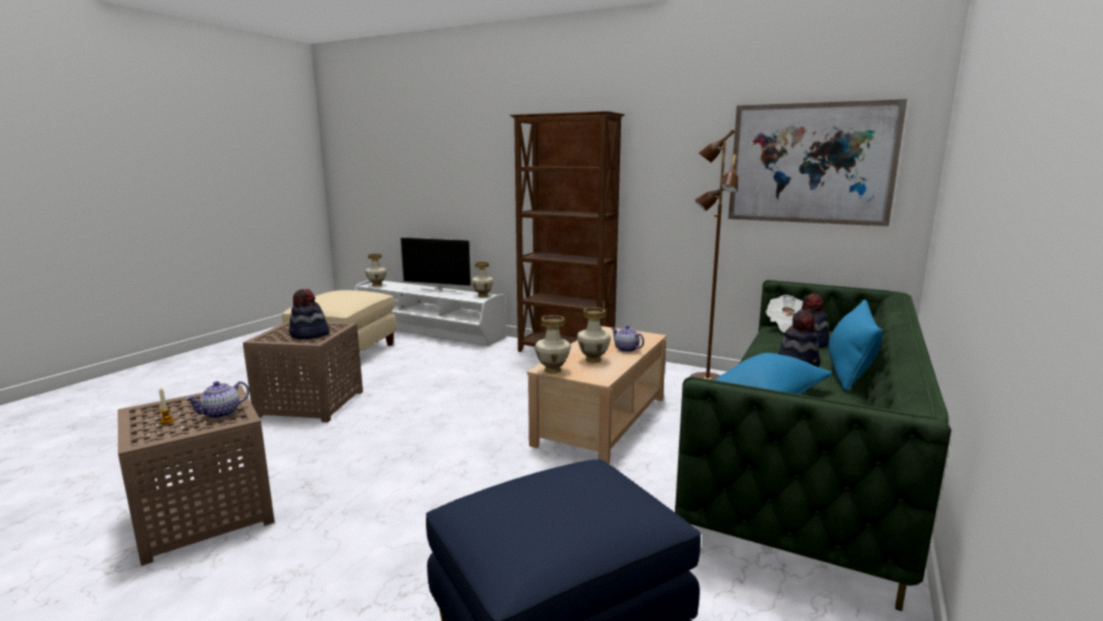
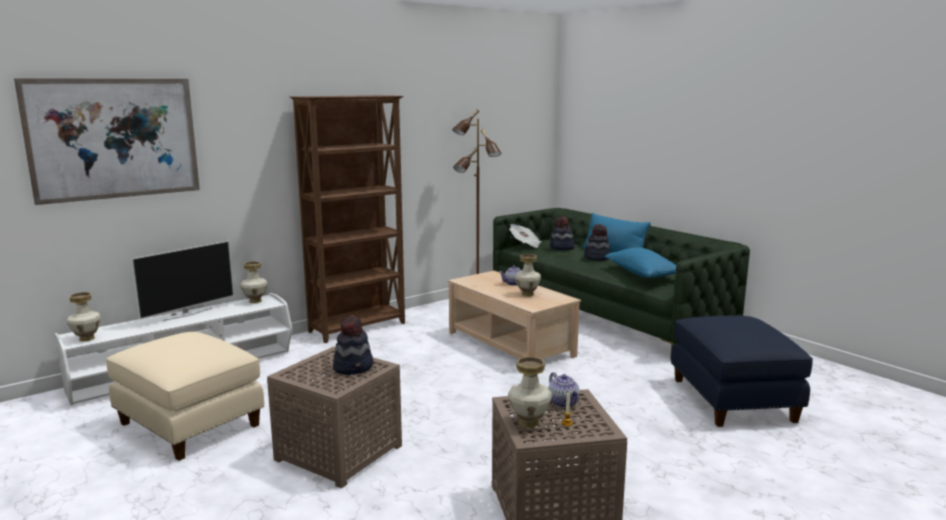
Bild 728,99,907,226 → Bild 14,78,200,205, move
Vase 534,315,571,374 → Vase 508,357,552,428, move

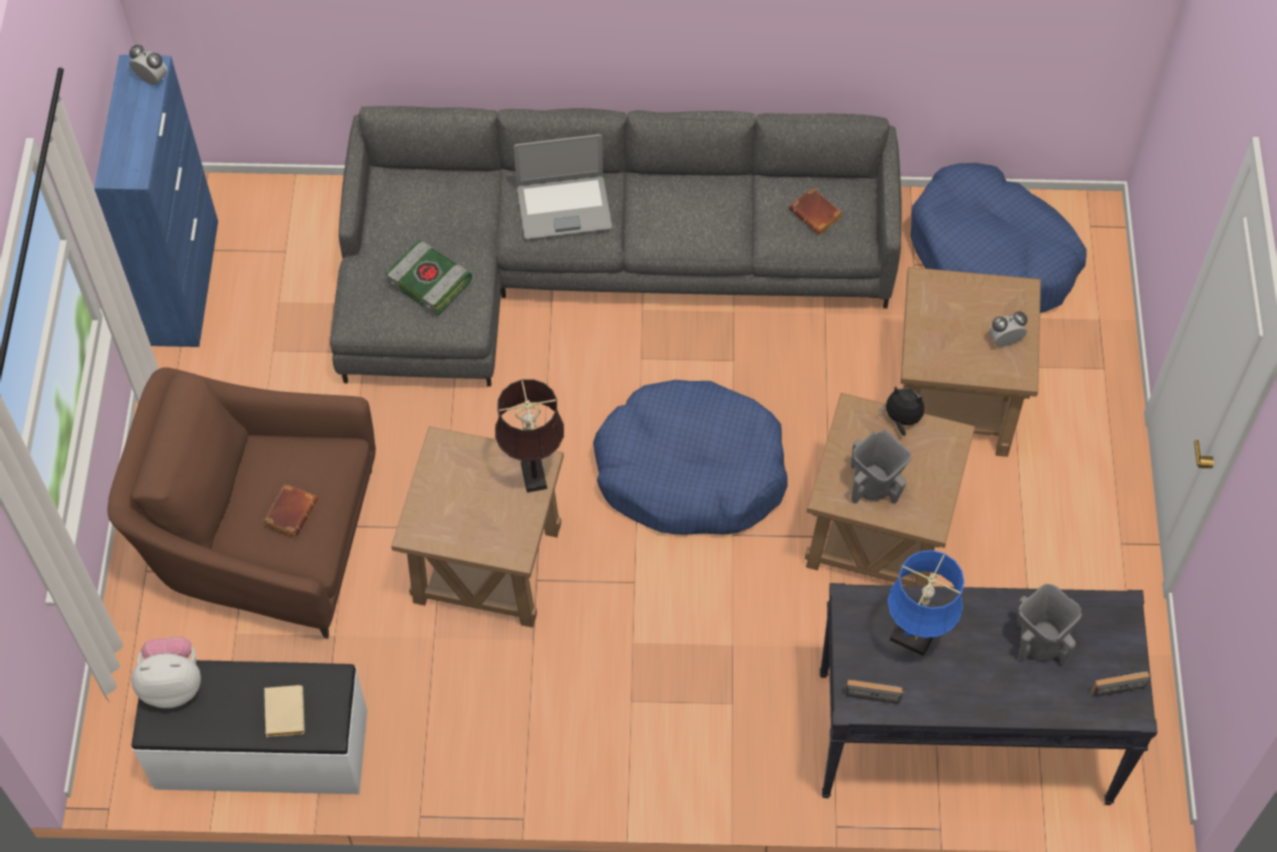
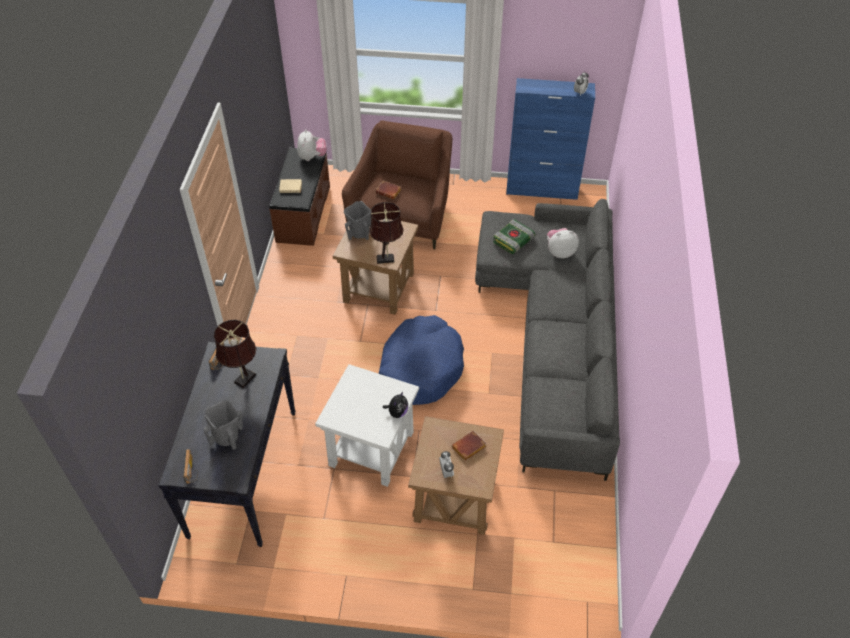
Tischlampe [blau] 888,550,964,657 → Tischlampe [braun] 213,320,256,388
Bank [weiß] 132,660,367,794 → Bank [braun] 269,148,330,246
Beistelltisch [braun] 805,393,975,586 → Beistelltisch [weiß] 315,364,419,487
Vase [grau] 851,430,911,504 → Vase [grau] 344,201,371,240, move
Buch [braun] 789,187,843,235 → Buch [braun] 452,431,486,461, move
- → Plüschtier 547,228,579,258
Laptop 514,134,612,239 → -
Hundebett [blau] 910,163,1087,313 → -

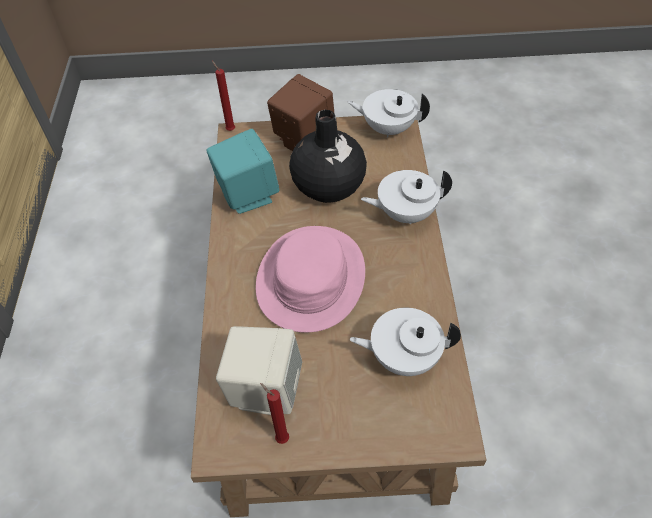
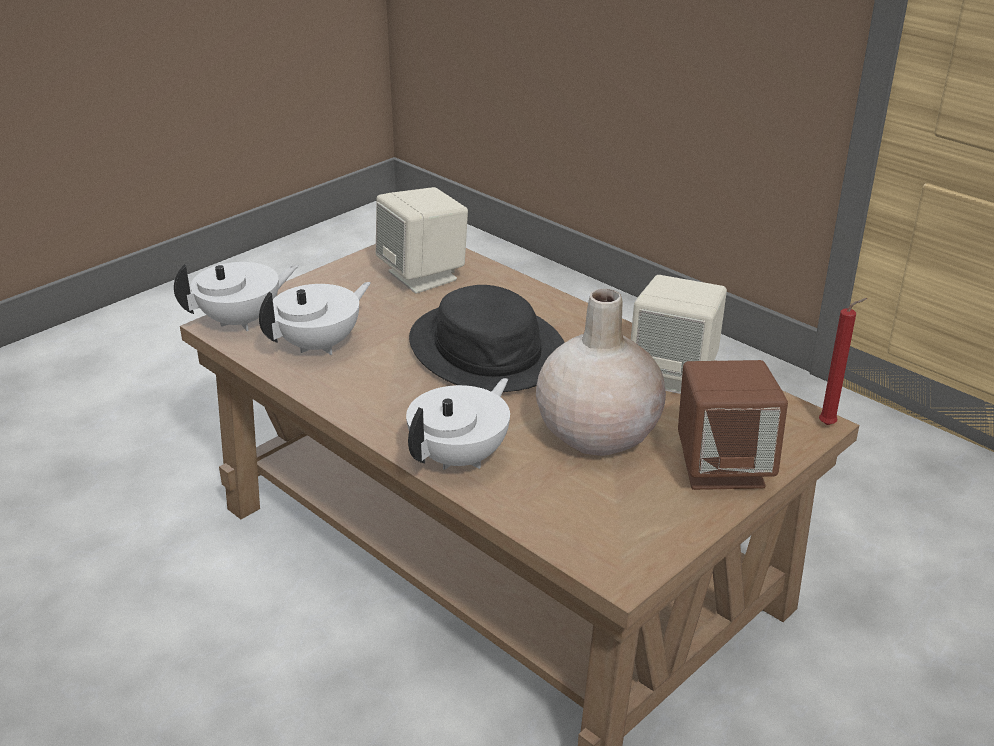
Teekanne [weiß] 348,89,430,138 → Teekanne [weiß] 174,262,298,331, move
Hut [rosa] 256,226,365,333 → Hut [schwarz] 409,285,565,392
Vase [schwarz] 289,110,367,203 → Vase [beige] 536,289,666,456
Lautsprecher [türkis] 206,129,279,214 → Lautsprecher [beige] 631,275,727,394
Kerze [rot] 260,383,289,444 → -

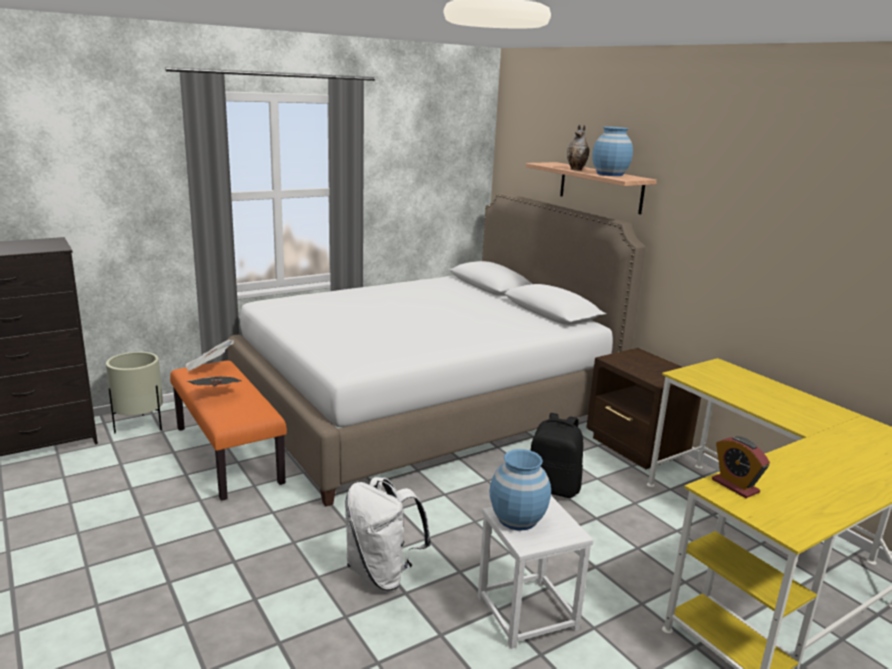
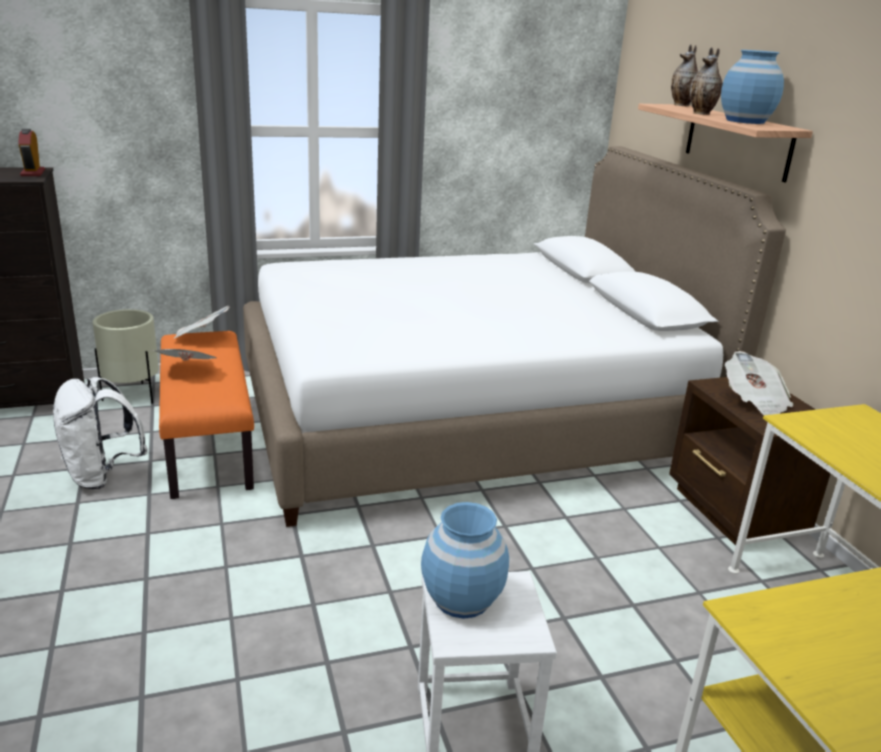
Wecker 712,436,770,498 → Wecker 19,129,45,176, move
Rucksack [weiß] 345,477,431,590 → Rucksack [weiß] 53,377,148,489, move
- → Vase 671,45,698,106
- → Zeitung 725,351,793,415
Rucksack [schwarz] 531,413,583,498 → -

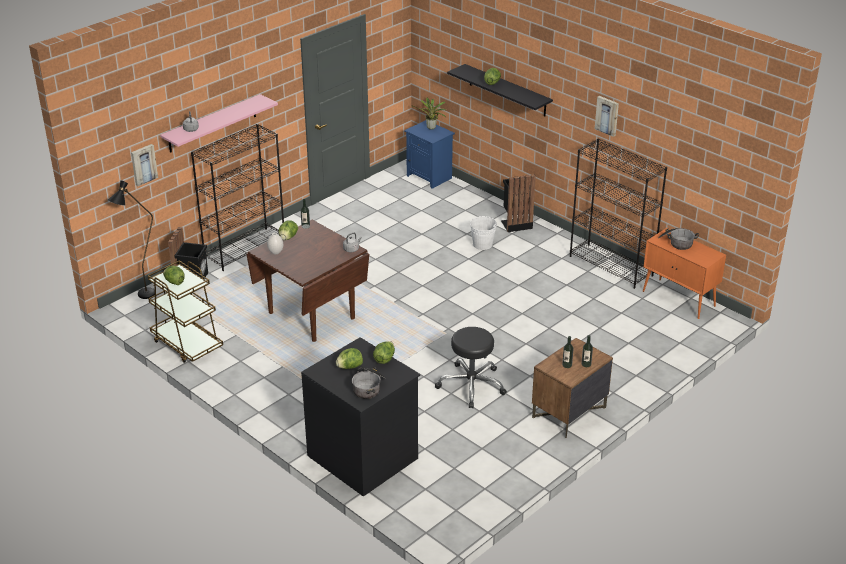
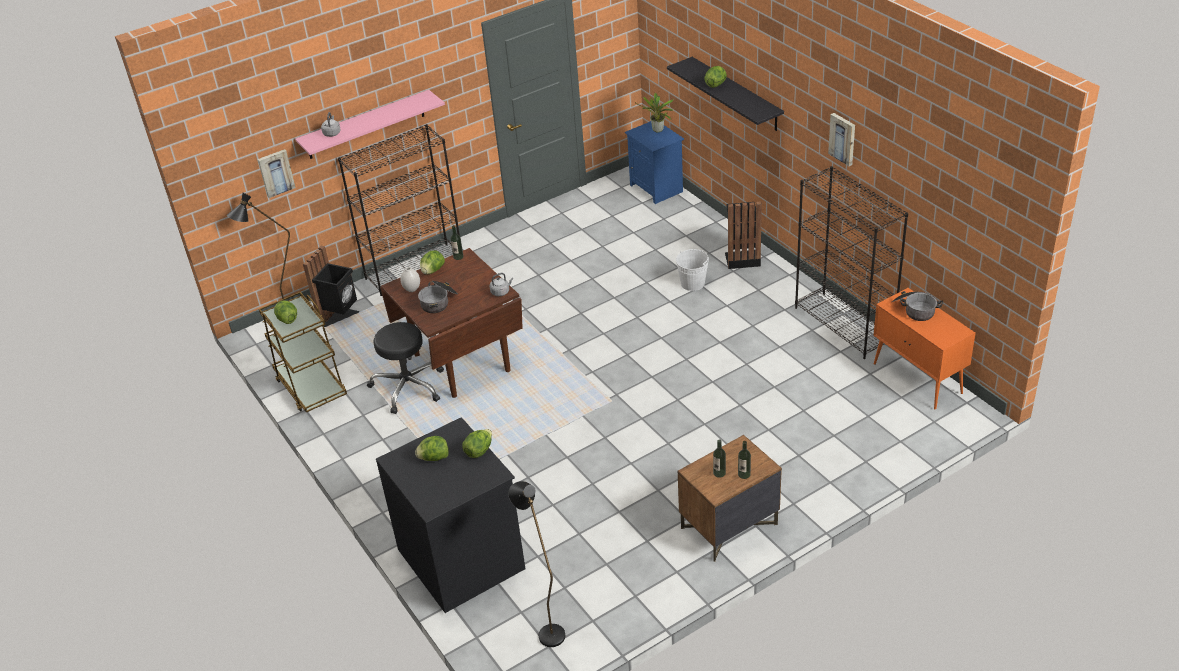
Hocker [schwarz] 435,327,507,408 → Hocker [schwarz] 367,322,444,414, move
Kochtopf 352,367,385,399 → Kochtopf 418,281,458,313, move
- → Stehlampe [schwarz] 508,481,565,647

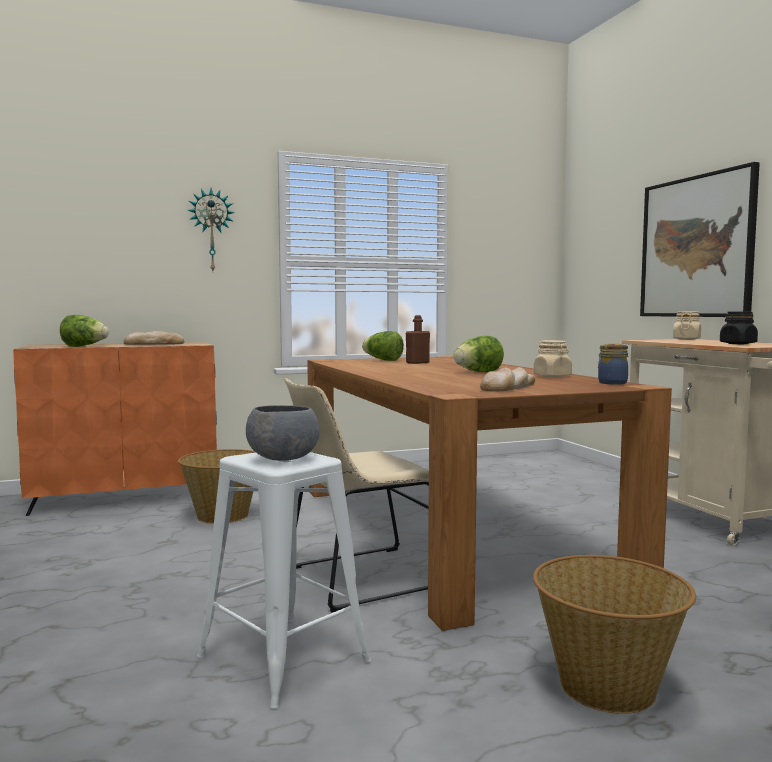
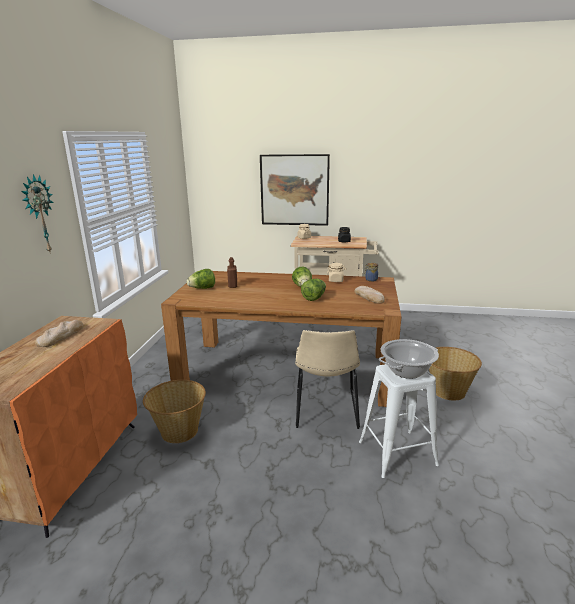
Salatkopf 60,315,109,347 → Salatkopf 301,279,326,301, move
Schüssel [grau] 246,405,319,460 → Kochtopf 379,339,439,379

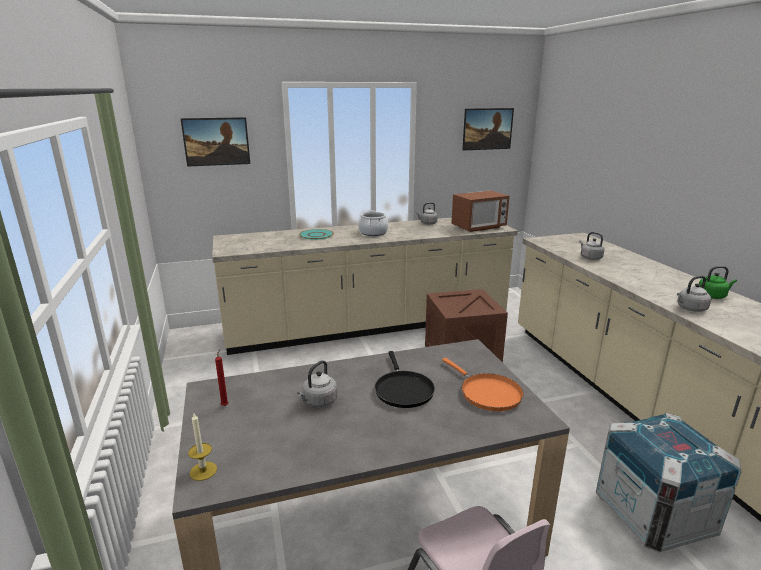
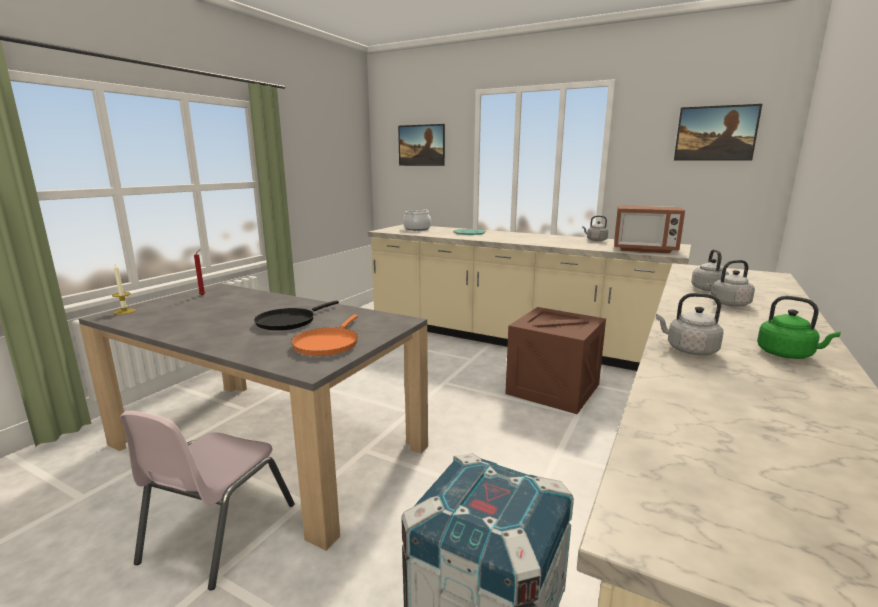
Kochtopf 358,210,388,236 → Kochtopf 403,210,431,231, move
Wasserkessel [grau] 297,360,338,407 → Wasserkessel [grau] 706,260,755,307, move

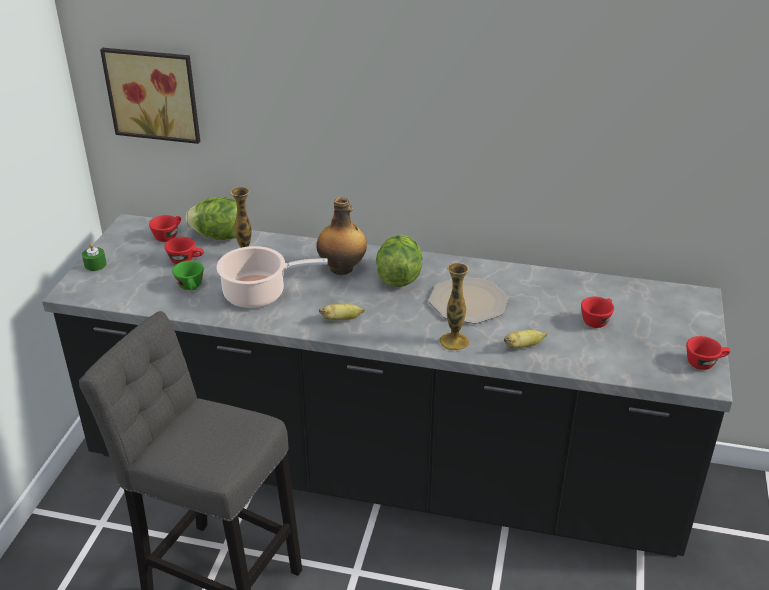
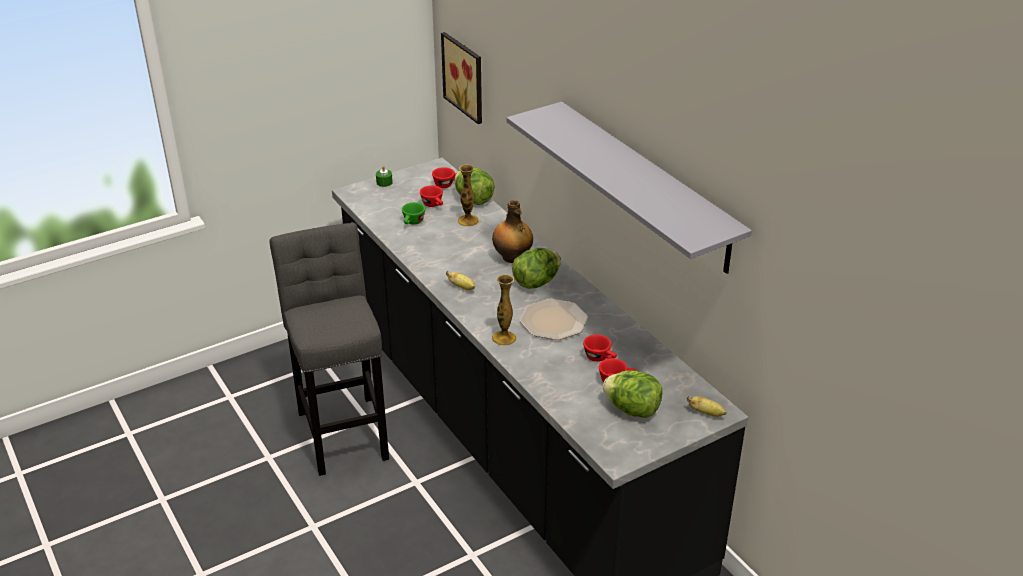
- → Wandregal [grau] 507,102,752,274
Tasse [rot] 686,336,730,370 → Tasse [rot] 583,334,617,362, move
- → Salatkopf 603,370,663,418
Banane 504,330,547,349 → Banane 687,396,726,417, move
Kochtopf 217,246,328,308 → -

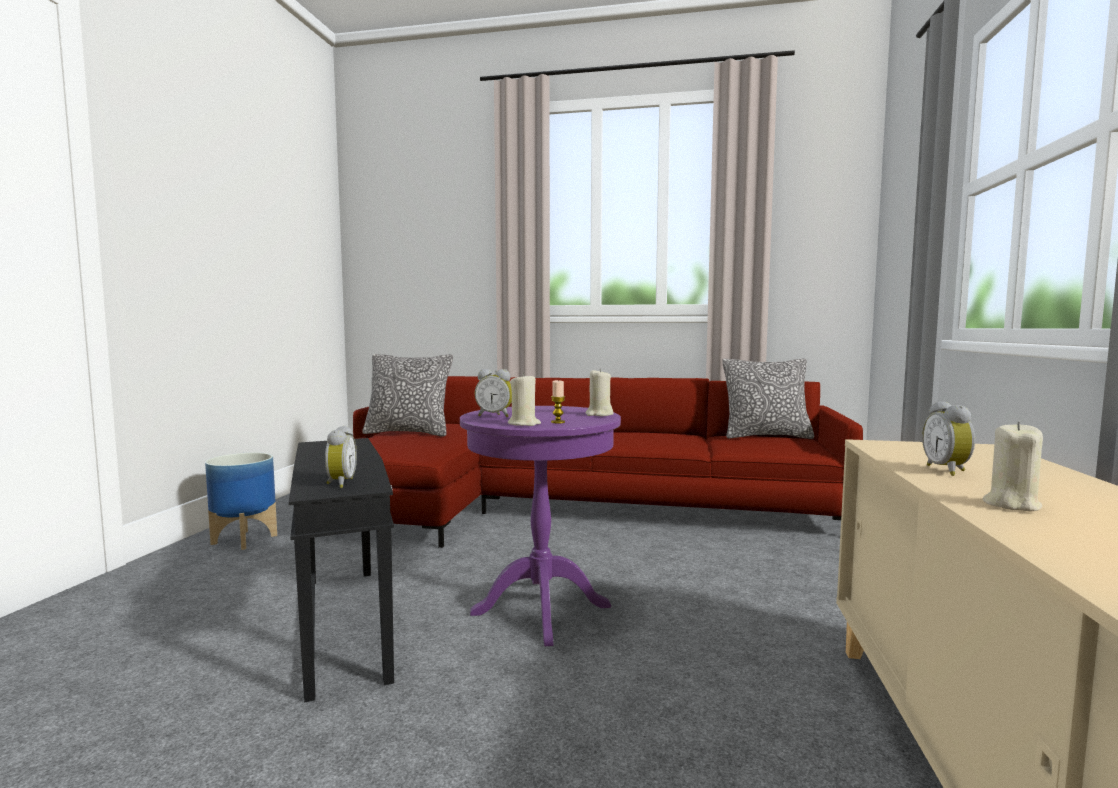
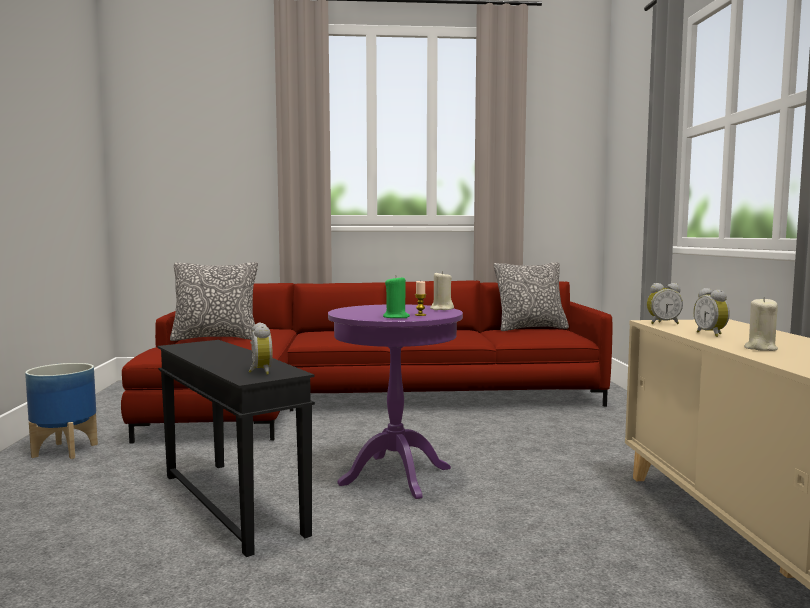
Kerze [beige] 508,373,541,426 → Kerze [grün] 383,275,410,318
Wecker 475,369,512,417 → Wecker 647,283,683,324, move

